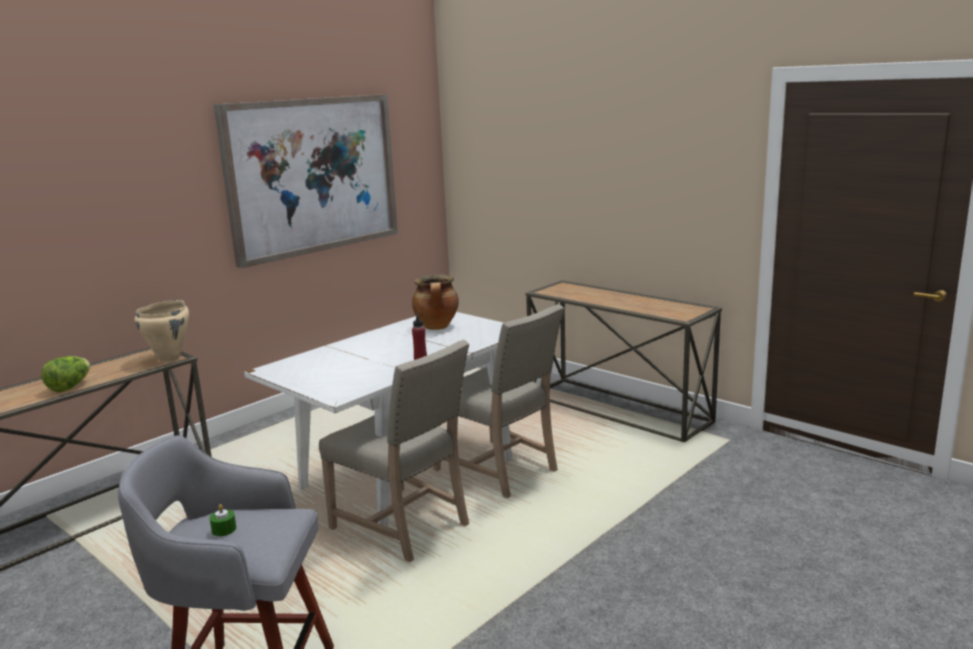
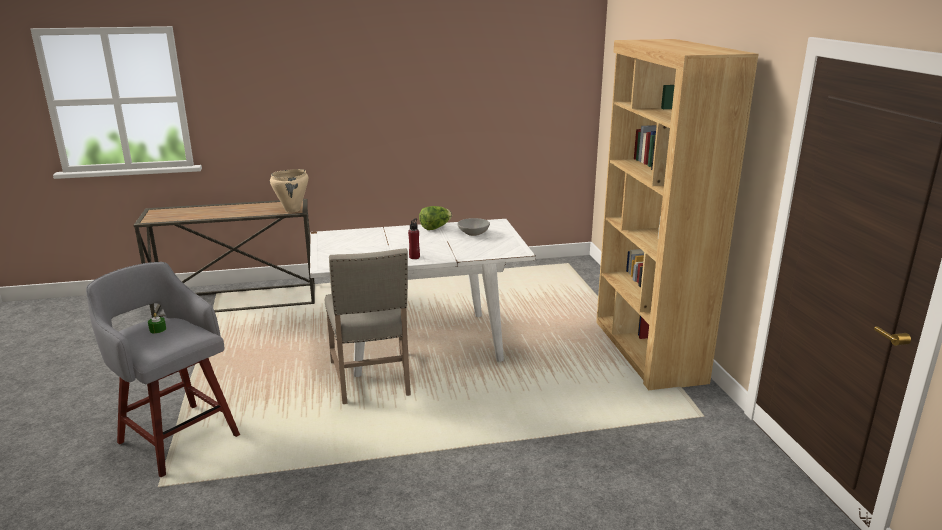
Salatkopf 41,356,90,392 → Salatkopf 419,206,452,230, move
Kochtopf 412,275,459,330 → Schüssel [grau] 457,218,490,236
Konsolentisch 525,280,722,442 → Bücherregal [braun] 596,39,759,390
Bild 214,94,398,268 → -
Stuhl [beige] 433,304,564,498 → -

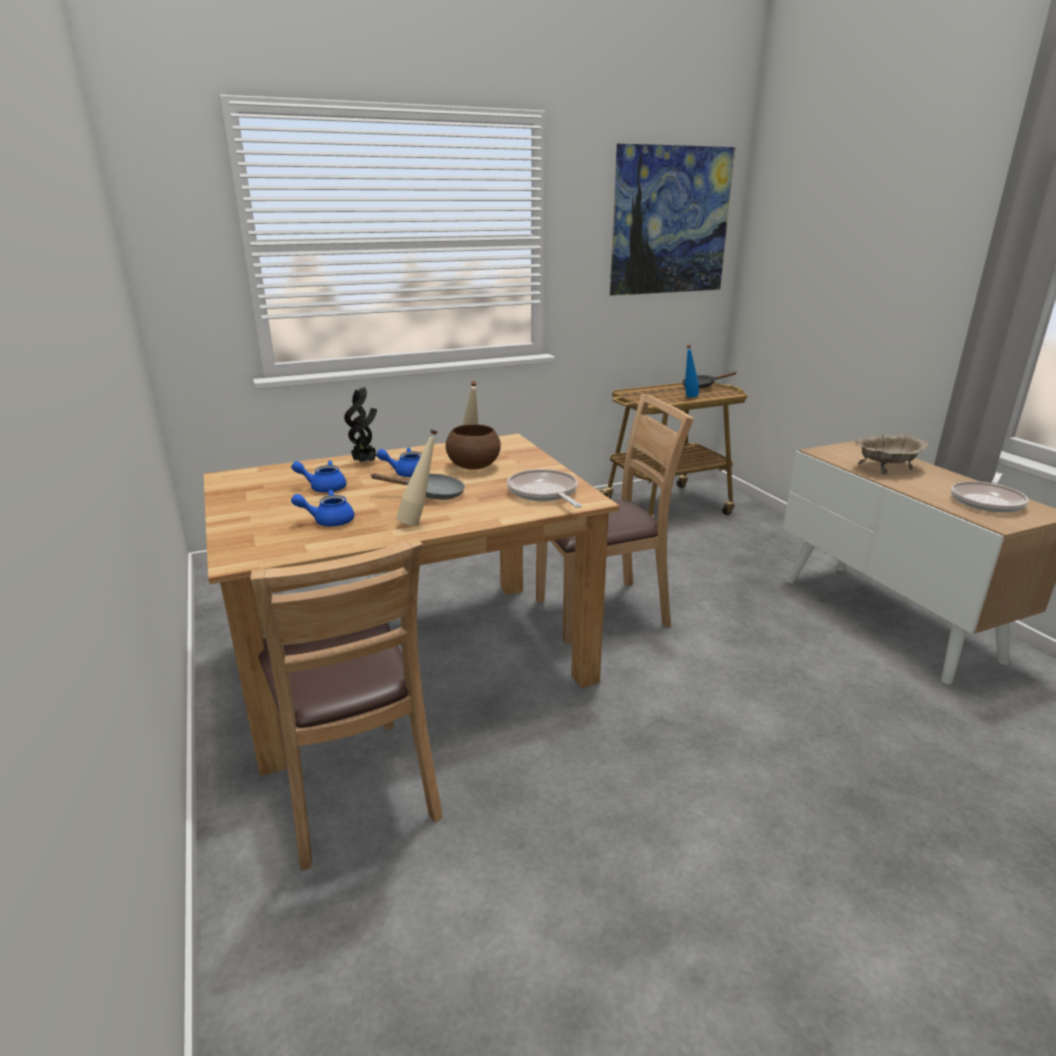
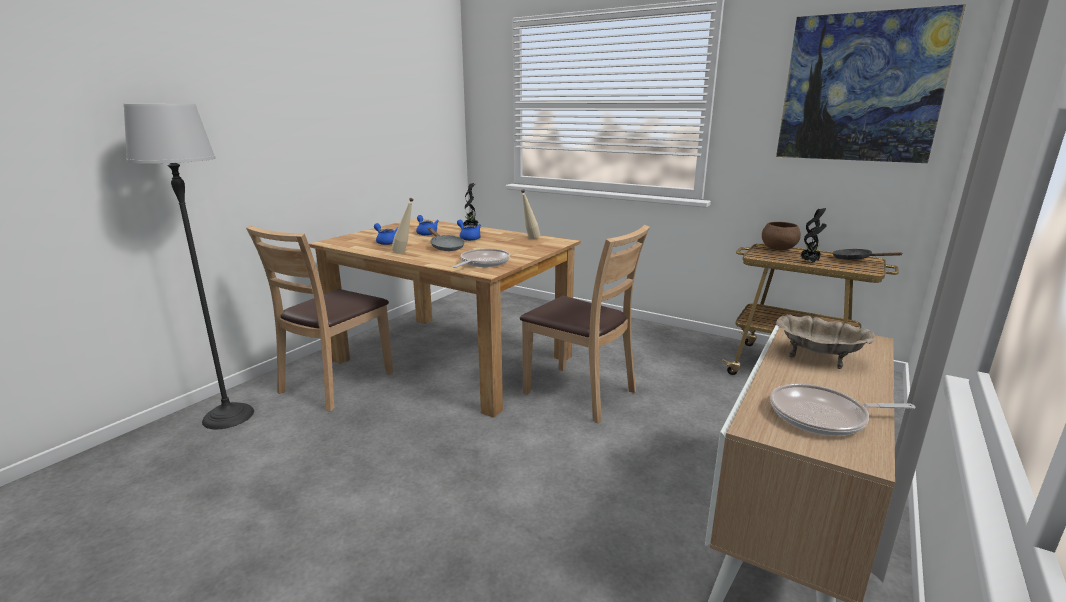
- → Stehlampe 123,104,254,429
Schüssel [braun] 446,424,501,470 → Schüssel [braun] 762,222,801,250, move
Flasche [blau] 685,345,699,398 → Topfpflanze 800,208,827,263

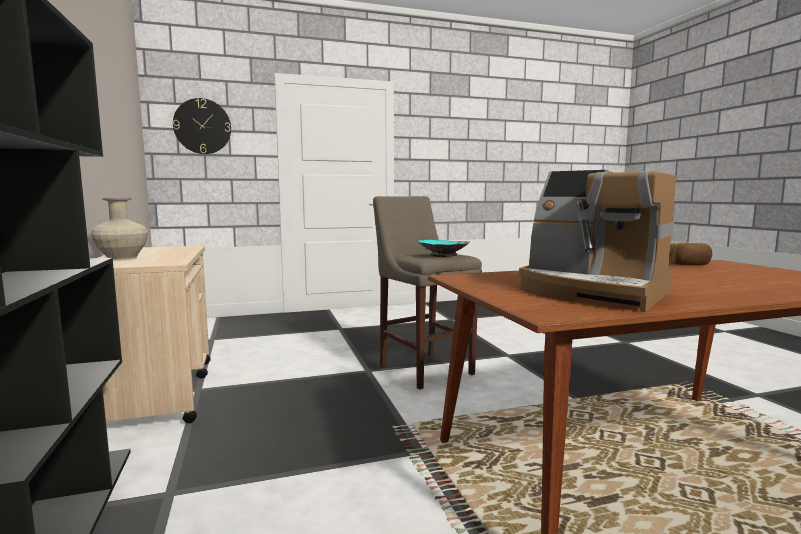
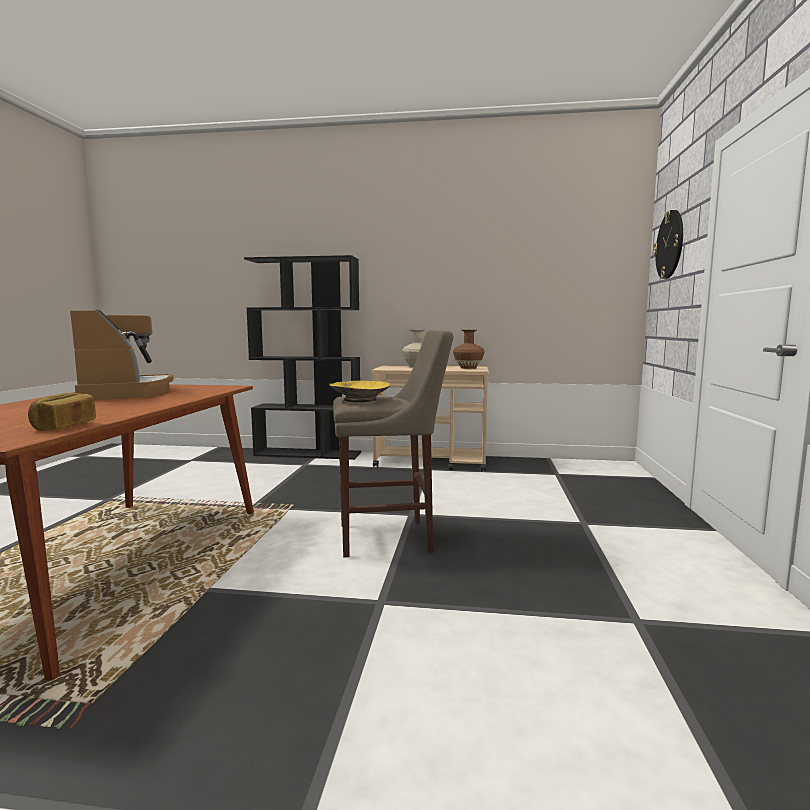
Kaffeemaschine 519,170,676,312 → Kaffeemaschine 70,310,173,400, 90 degrees clockwise
Schüssel [türkis] 418,240,470,257 → Schüssel [gelb] 329,381,390,402
- → Vase [braun] 453,330,485,369

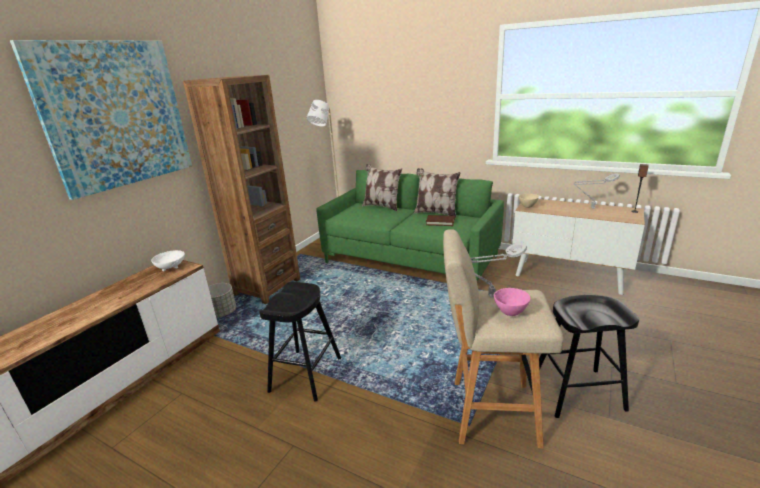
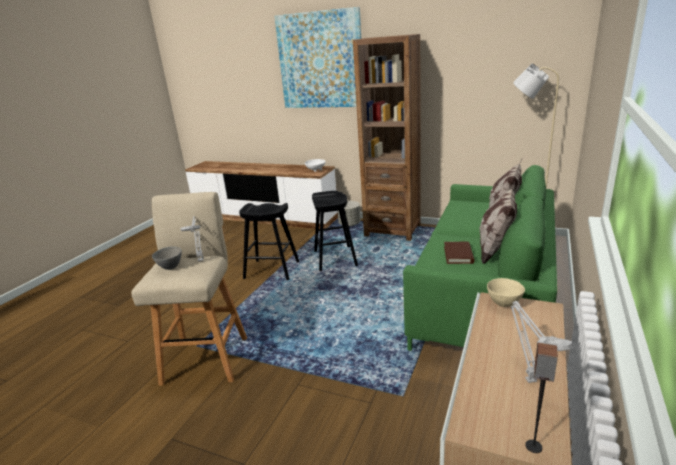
Schüssel [rosa] 494,288,531,316 → Schüssel [grau] 152,246,182,270
Hocker [schwarz] 539,295,639,418 → Hocker [schwarz] 312,191,358,271, move

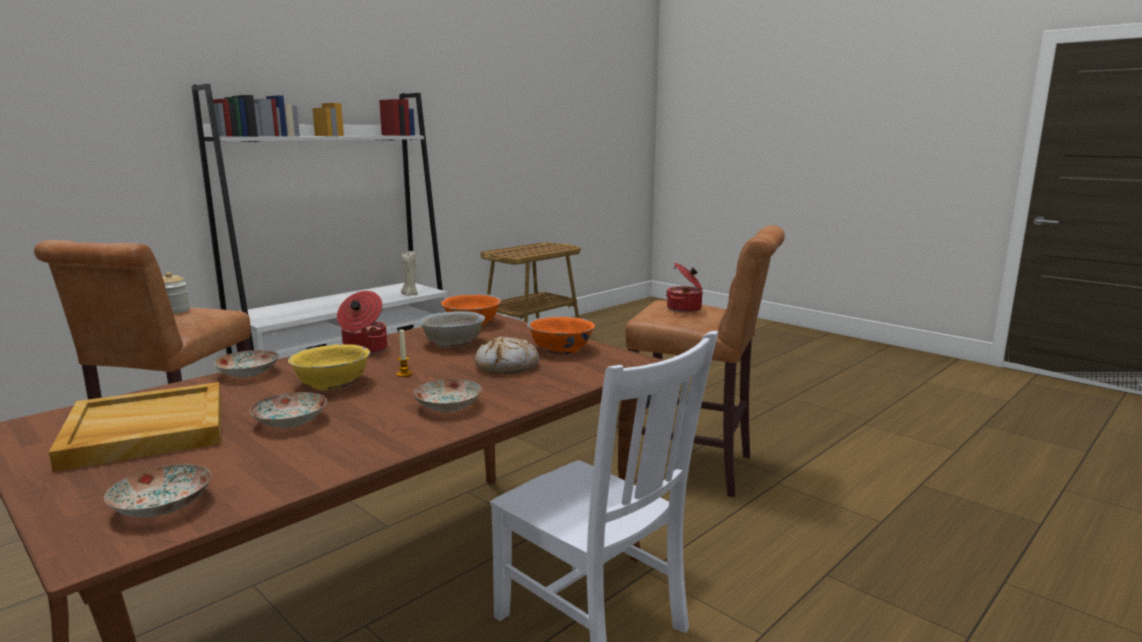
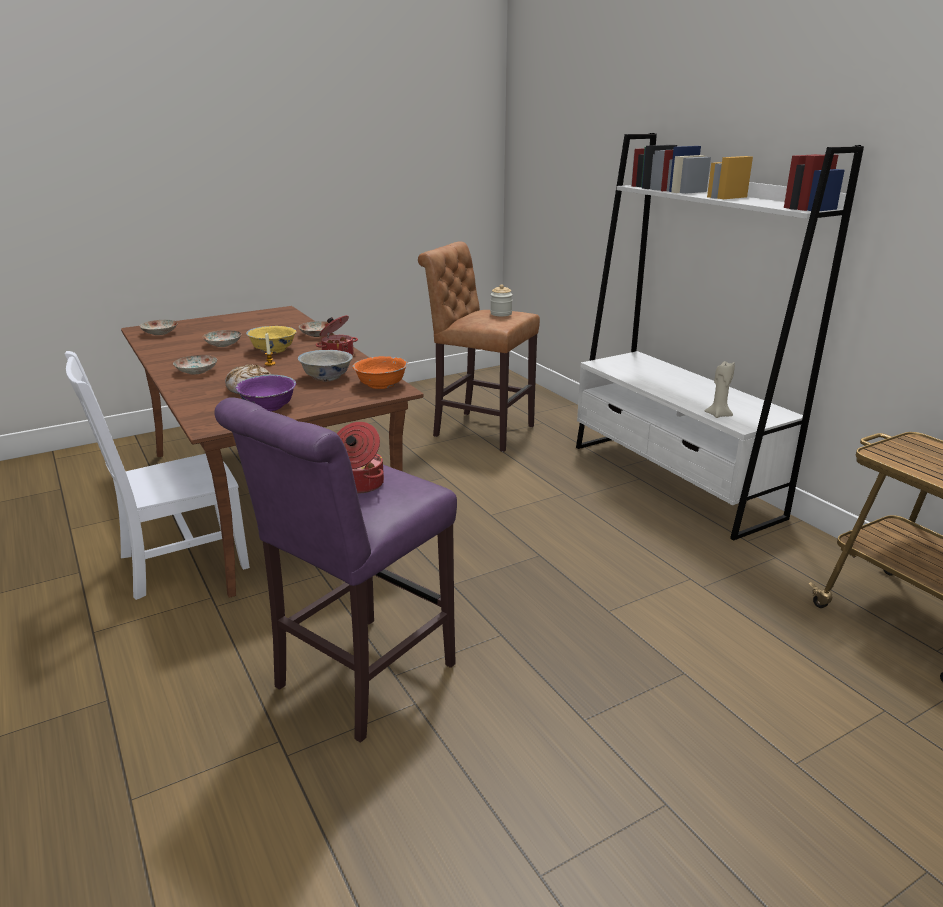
Hocker [braun] 625,225,785,497 → Hocker [lila] 214,397,457,743
Schüssel [orange] 527,317,595,355 → Schüssel [lila] 236,374,296,411
Tablett [beige] 49,382,221,472 → -

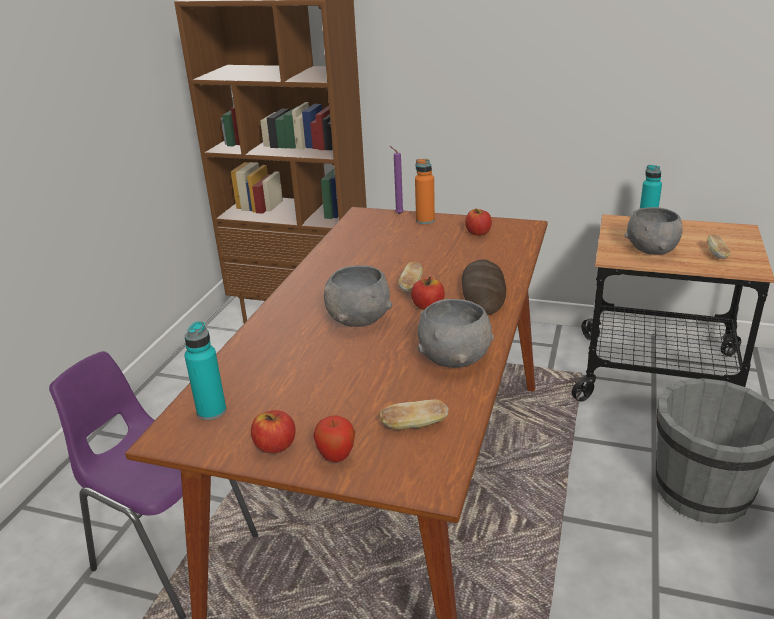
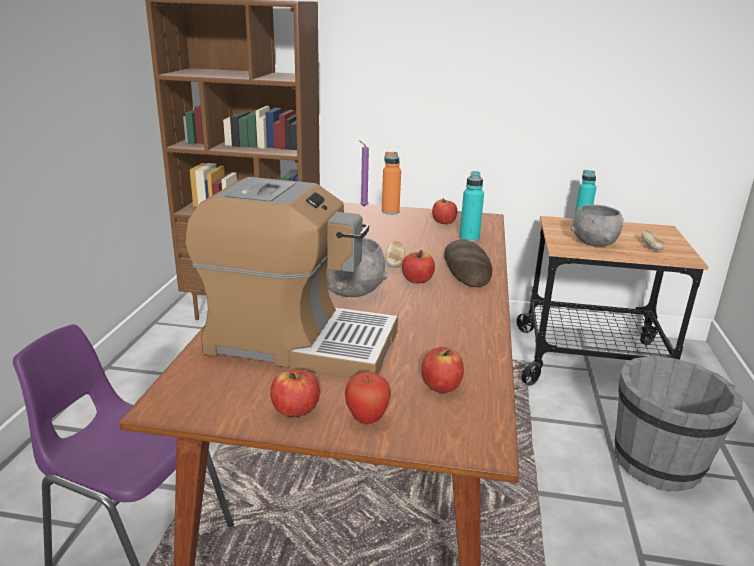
- → Kaffeemaschine 186,177,398,378
Brot 380,399,449,429 → Apfel 422,347,464,393
Flasche [türkis] 184,321,226,420 → Flasche [türkis] 460,171,484,242, move
Schüssel [grau] 417,299,494,368 → -

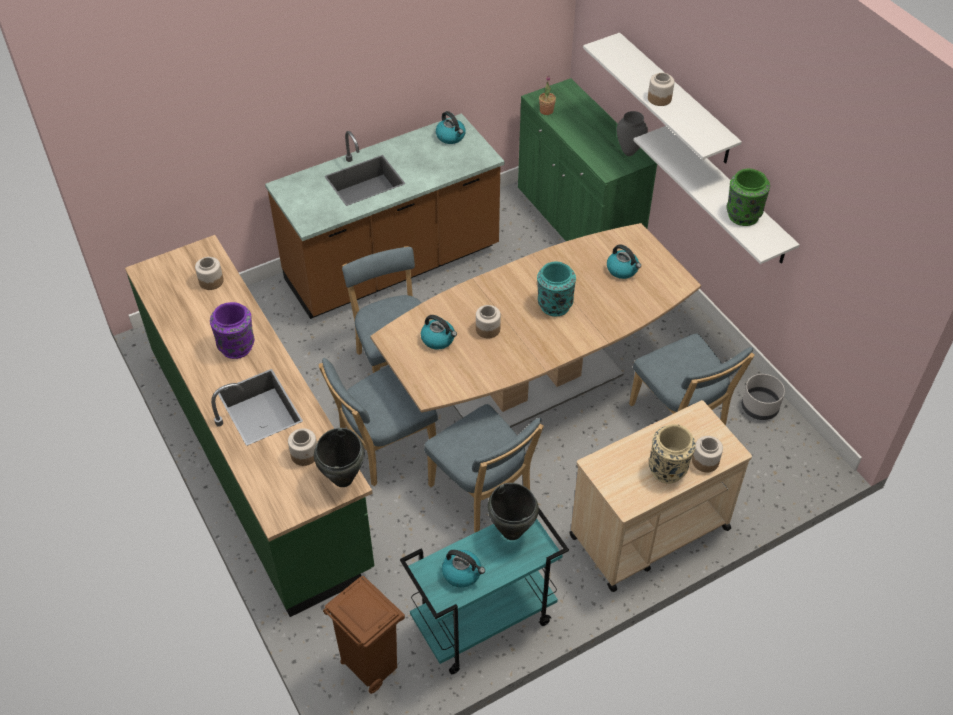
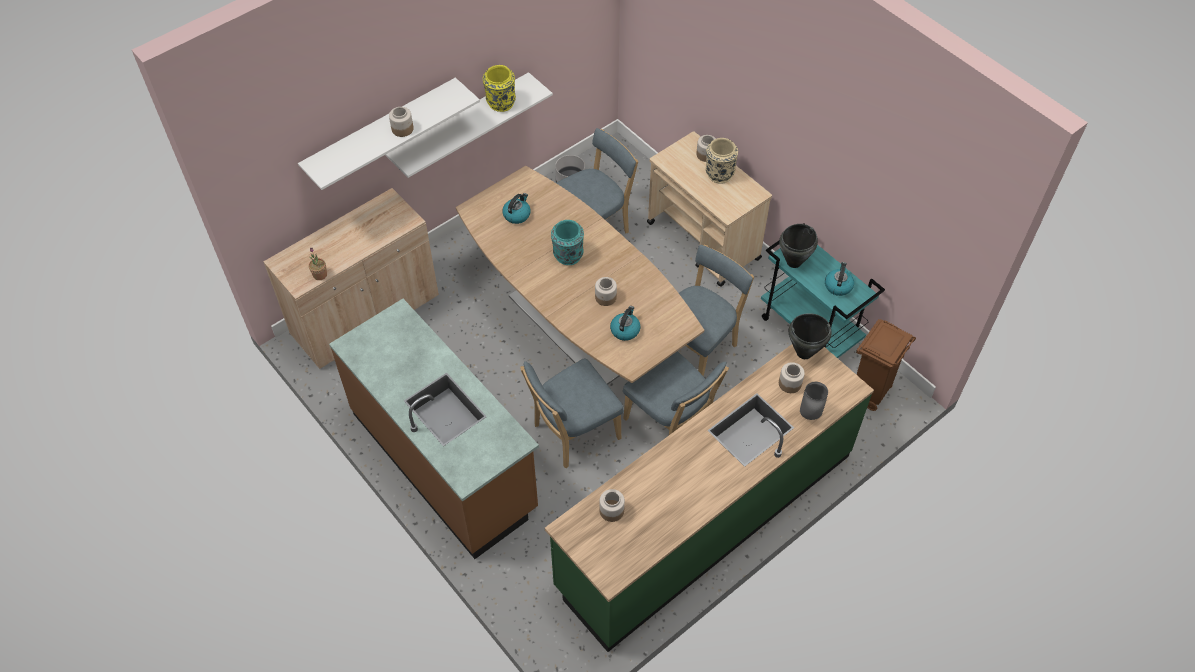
Schrank [grün] 518,78,657,241 → Schrank [beige] 263,188,439,369
Vase [grün] 726,169,770,226 → Vase [gelb] 483,65,516,112
Vase [grau] 617,111,648,156 → Vase [grau] 800,382,828,420, move
Vase [lila] 210,302,254,359 → -
Wasserkessel 436,111,465,144 → -

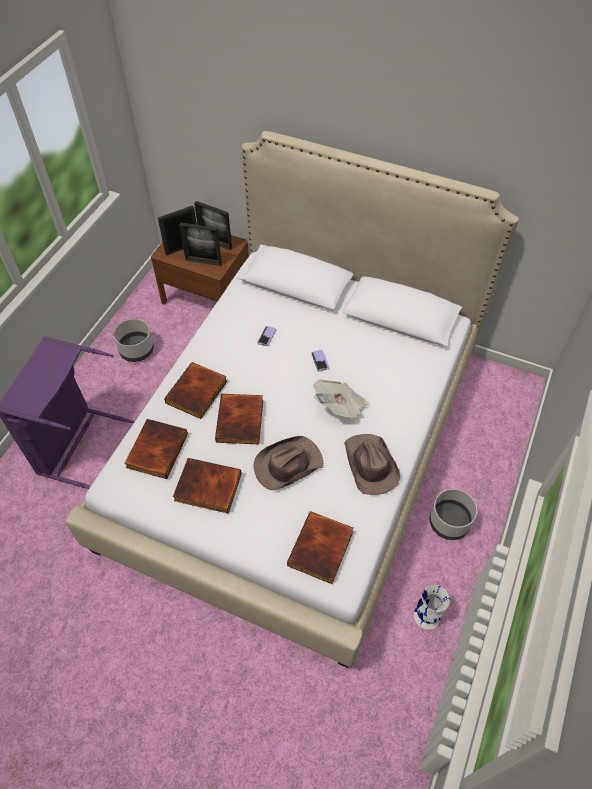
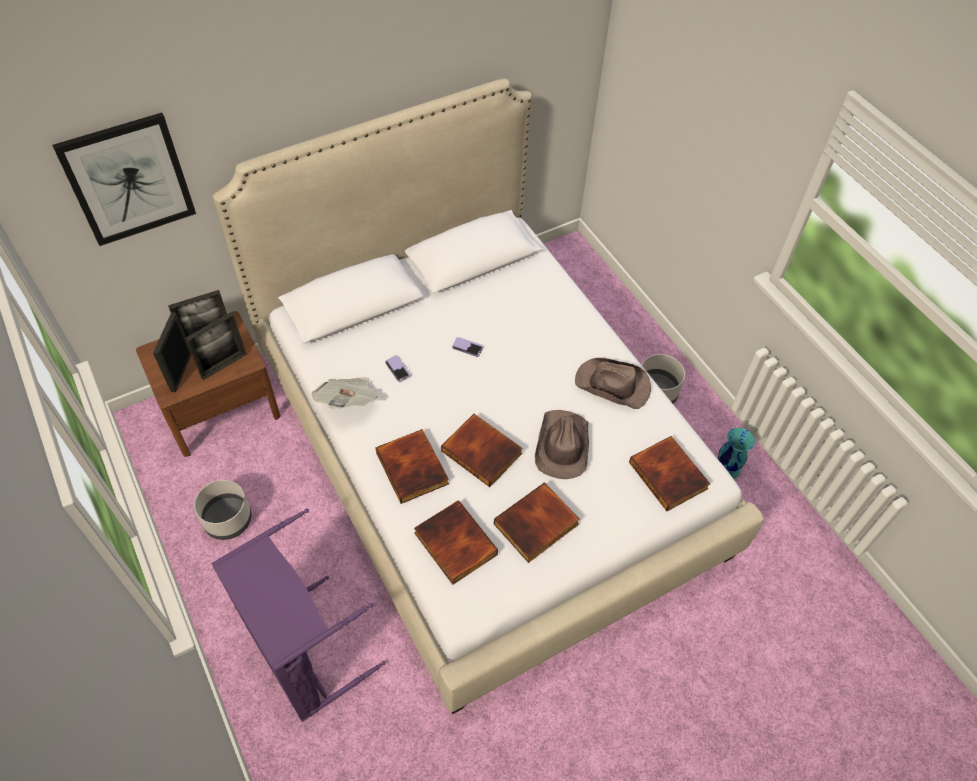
- → Bild 52,113,196,246
Zeitung 313,379,369,419 → Zeitung 312,377,378,409, move
Vase [weiß] 414,585,450,630 → Vase [türkis] 717,428,755,479

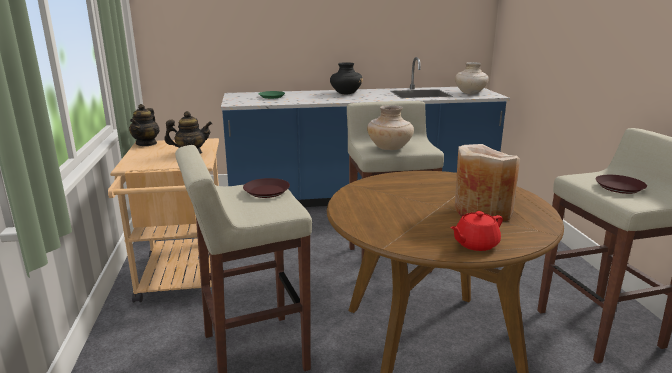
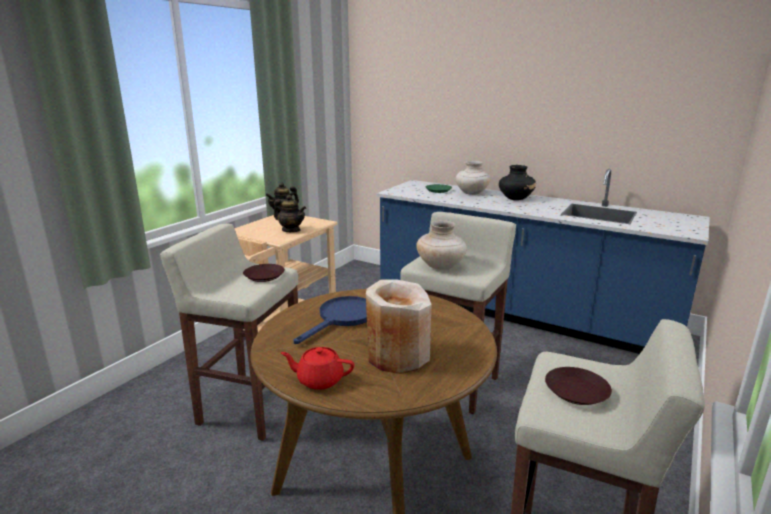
- → Pfanne [blau] 293,296,367,344
Vase [beige] 455,62,489,94 → Vase [beige] 455,161,491,195, move

